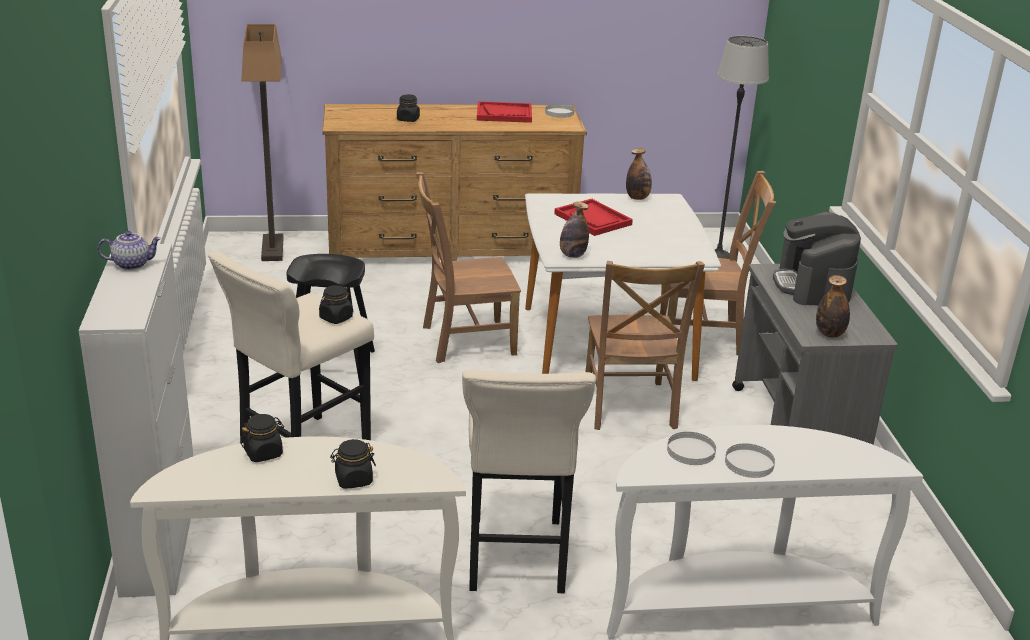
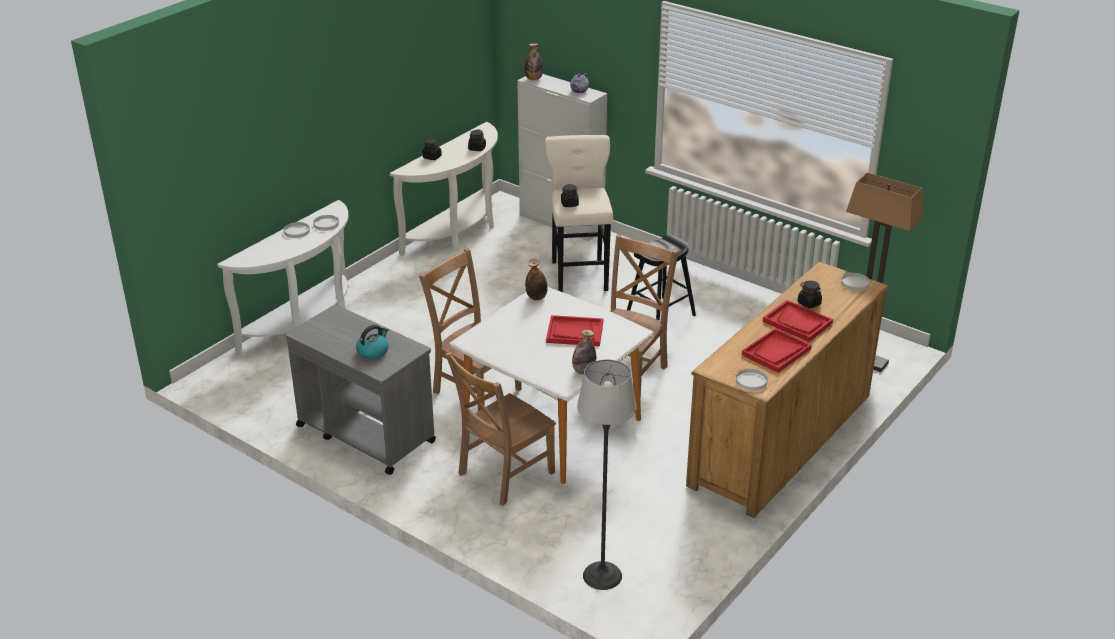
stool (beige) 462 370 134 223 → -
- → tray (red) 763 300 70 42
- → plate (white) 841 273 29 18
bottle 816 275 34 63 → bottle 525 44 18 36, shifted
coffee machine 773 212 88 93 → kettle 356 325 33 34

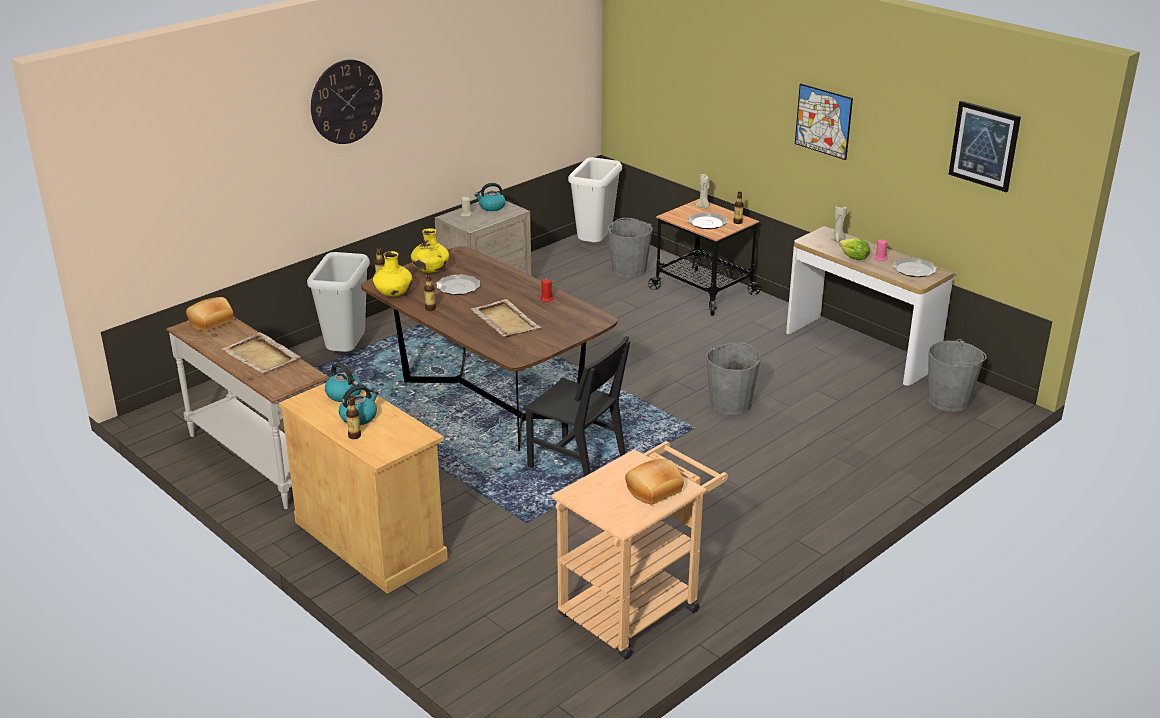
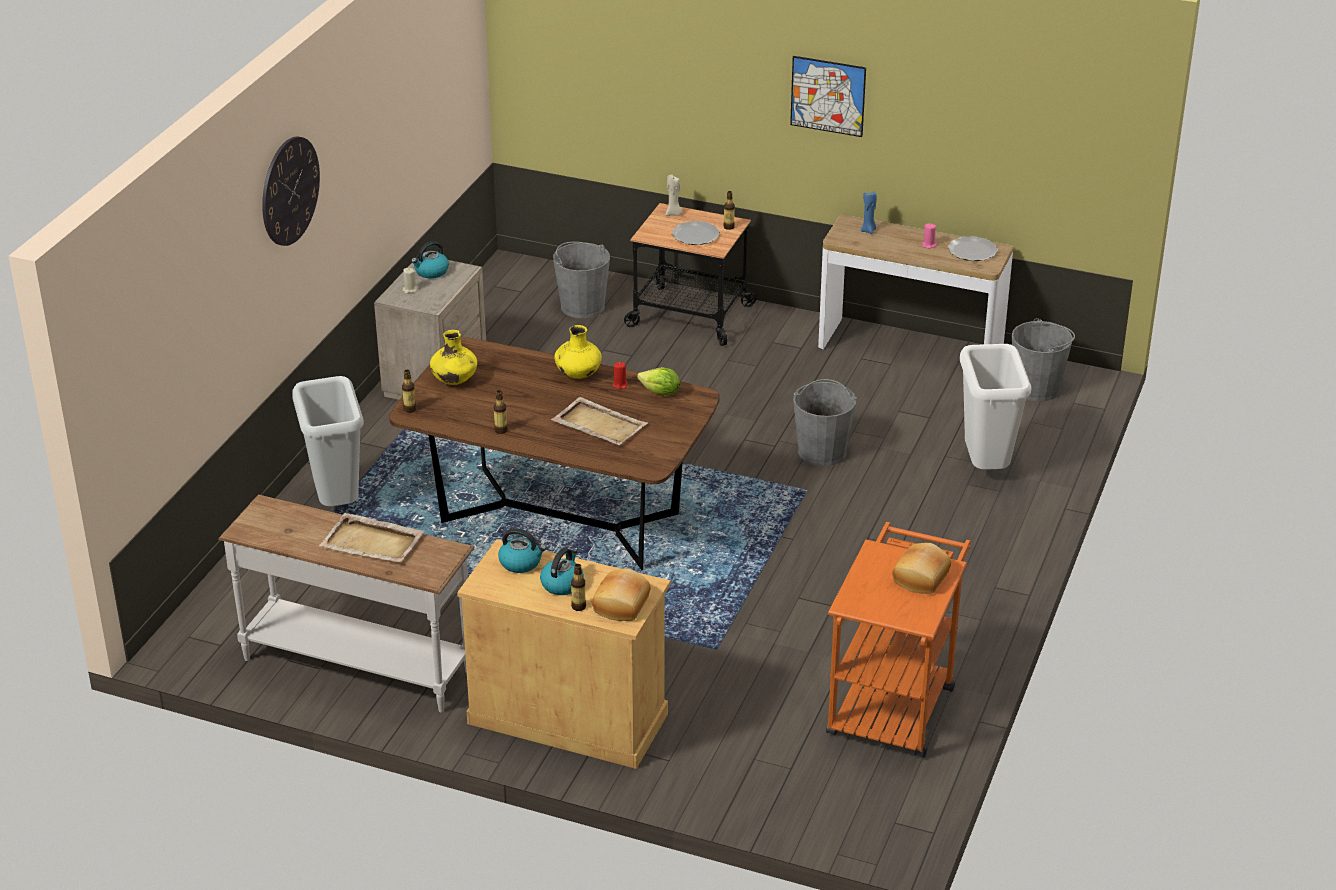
plate 436 274 44 21 → -
chair (black) 523 336 107 141 → -
picture 949 101 72 91 → -
bread 186 297 48 34 → bread 592 568 59 53, shifted
vase (yellow) 373 251 40 46 → vase (yellow) 554 325 48 54, shifted
trash can (white) 568 157 54 86 → trash can (white) 960 344 71 126, shifted
lettuce 839 238 31 22 → lettuce 637 367 43 29, shifted
cart (beige) 551 441 177 218 → cart (orange) 826 522 145 236
candle (beige) 831 206 16 37 → candle (blue) 861 191 16 43

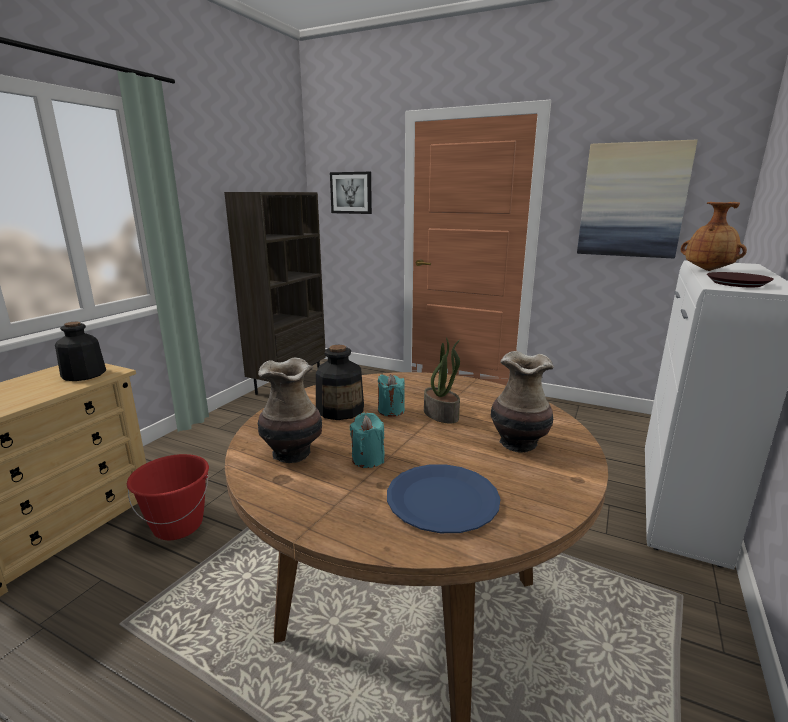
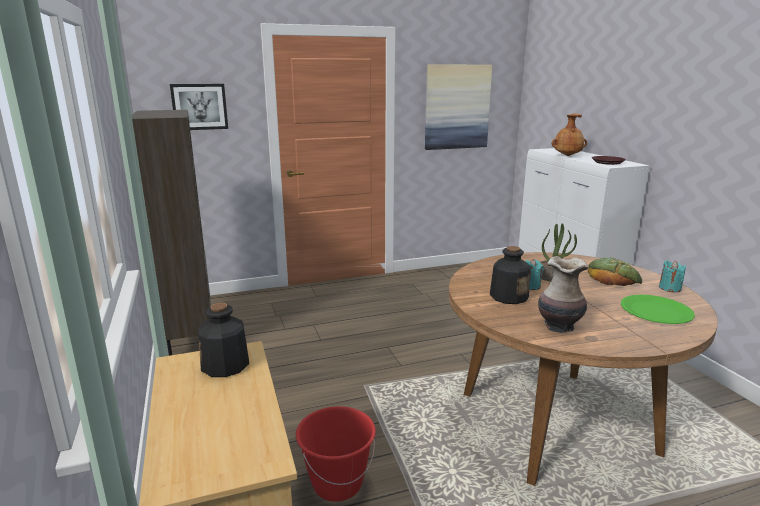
candle (turquoise) 350 412 35 56 → candle (turquoise) 659 260 27 32, shifted
vase 491 351 63 102 → bread 588 257 54 29
plate (blue) 387 464 114 69 → plate (green) 621 294 74 30

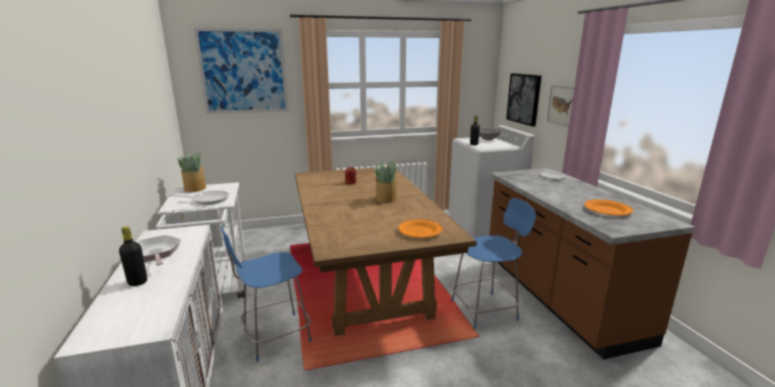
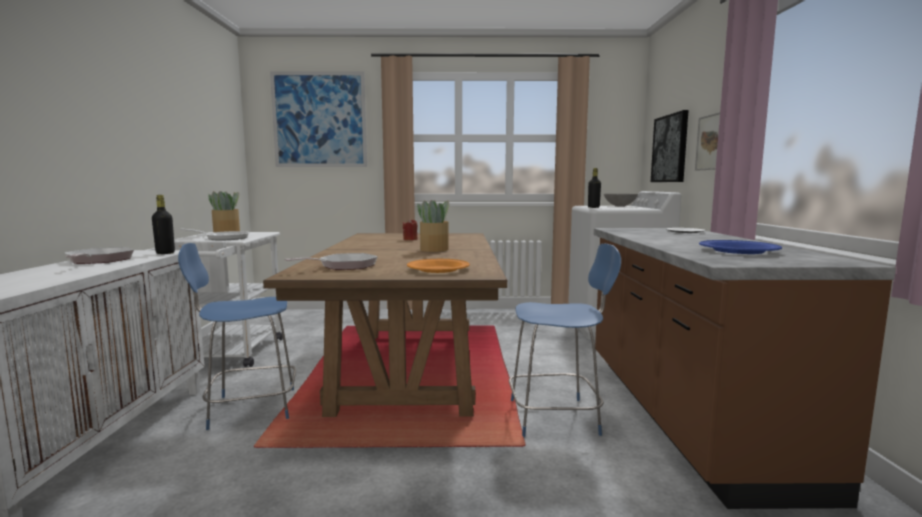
- → frying pan 284 253 94 17
bottle (black) 119 226 28 60 → bottle (black) 152 195 23 59, shifted
plate (orange) 584 199 49 17 → plate (blue) 699 240 83 14

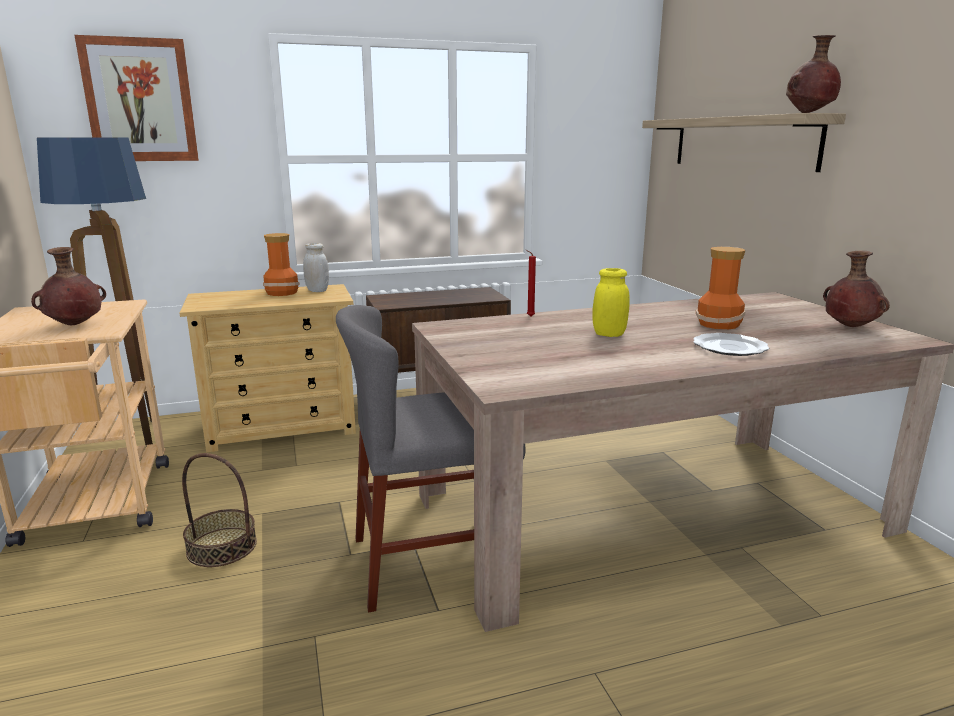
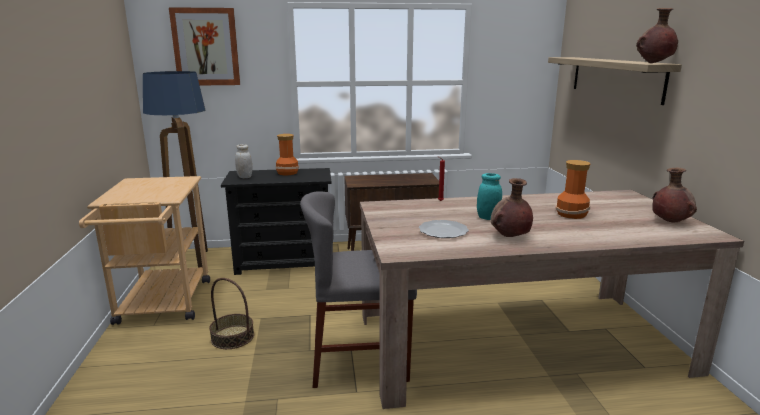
vase (brown) 31 247 75 78 → vase (brown) 491 178 42 59, shifted
jar (white) 303 243 26 49 → jar (white) 235 144 18 34, shifted
plate 693 333 76 23 → plate 419 220 50 18, shifted
dresser (beige) 180 284 176 169 → dresser (black) 221 168 111 107
jar (yellow) 592 268 38 69 → jar (turquoise) 477 173 25 47

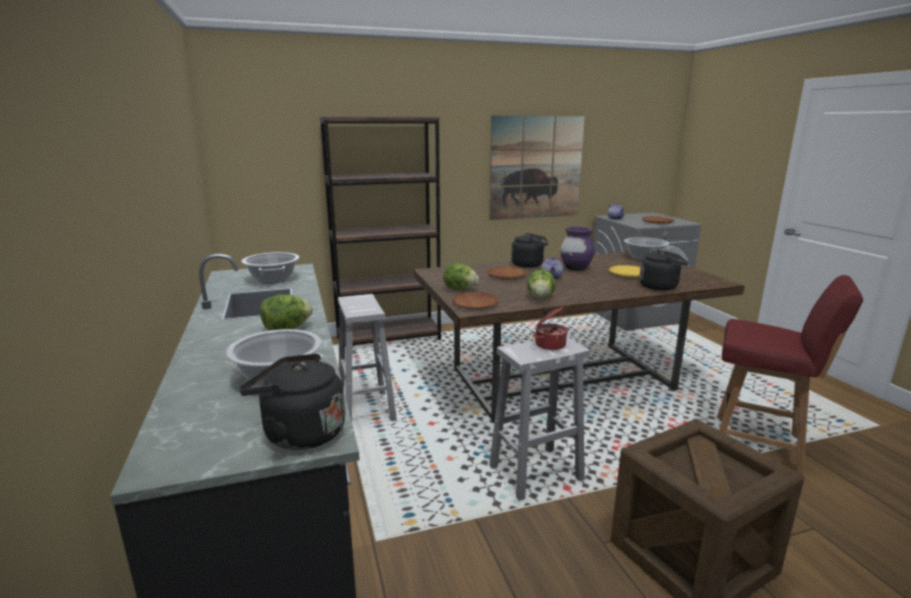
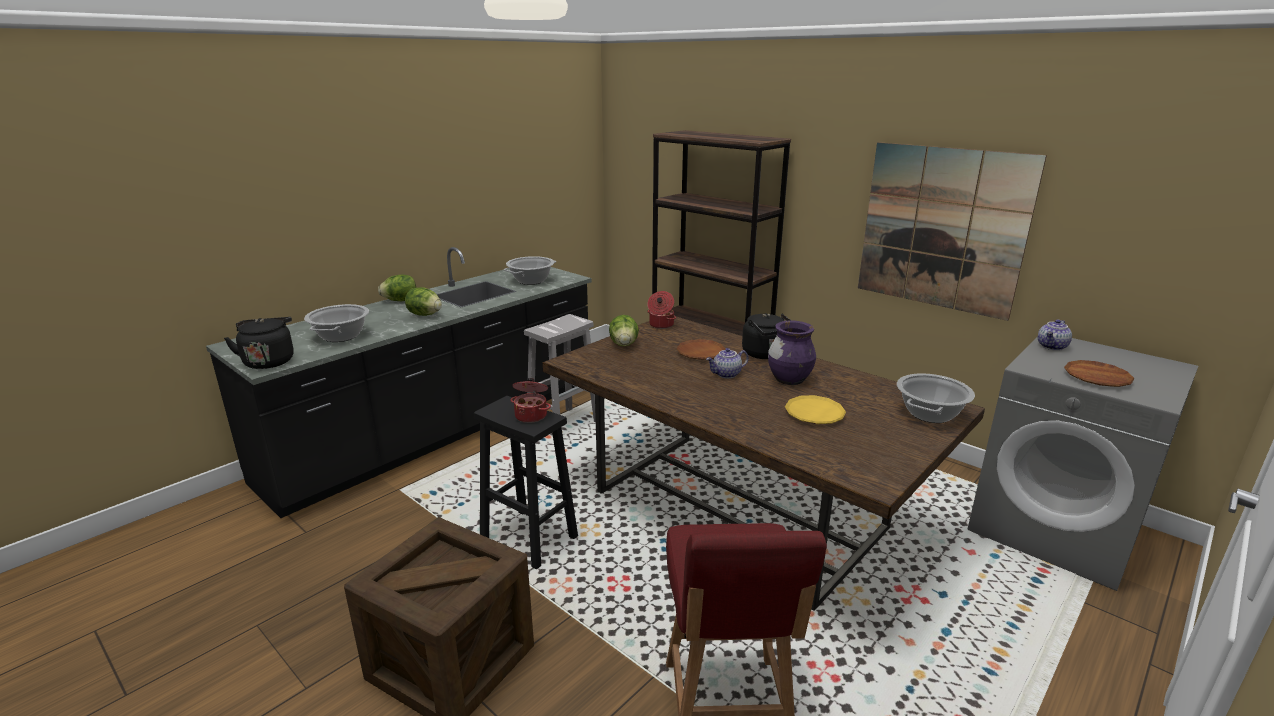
plate (brown) 452 292 47 17 → -
kettle (black) 639 250 50 40 → -
- → cooking pot 647 291 29 38
lettuce 527 269 29 30 → lettuce 378 275 38 26, shifted
stool (white) 489 337 101 164 → stool (black) 474 396 104 174

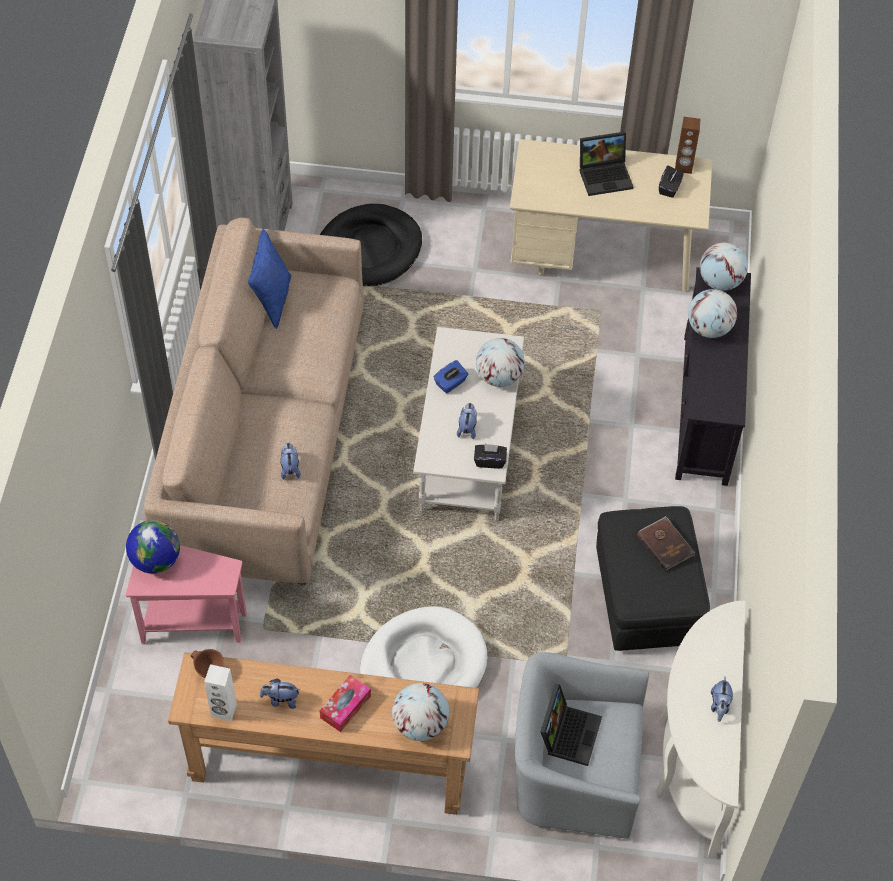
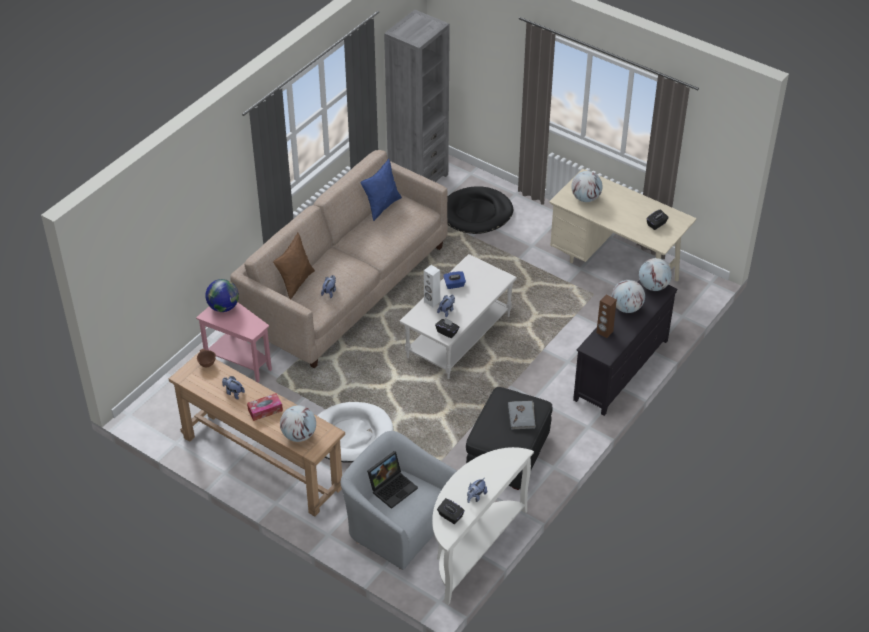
laptop 579 132 54 64 → -
- → pillow (brown) 273 233 42 66
- → tissue box (black) 437 498 28 26
speaker (white) 204 664 33 57 → speaker (white) 424 265 16 42, shifted
globe 476 338 49 49 → globe 571 171 32 31, shifted
speaker (brown) 675 117 25 57 → speaker (brown) 596 294 21 44, shifted
book (brown) 637 516 58 56 → book (grey) 508 401 28 29

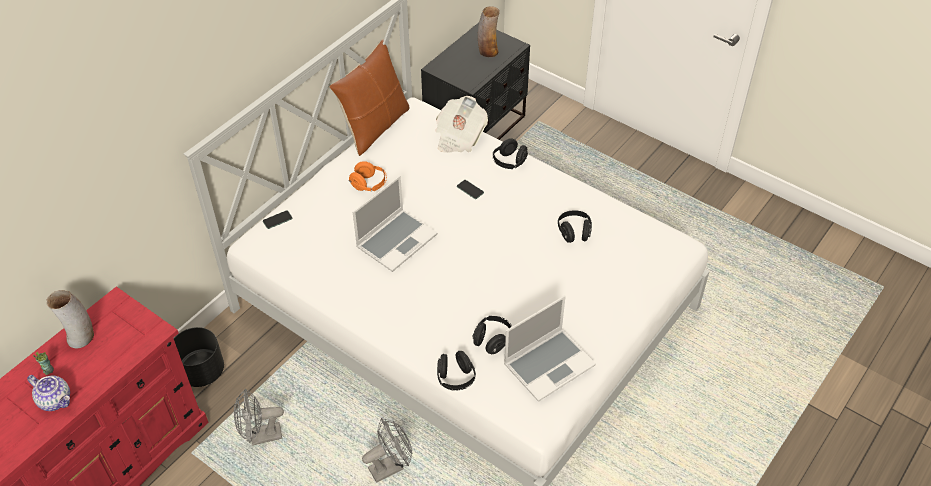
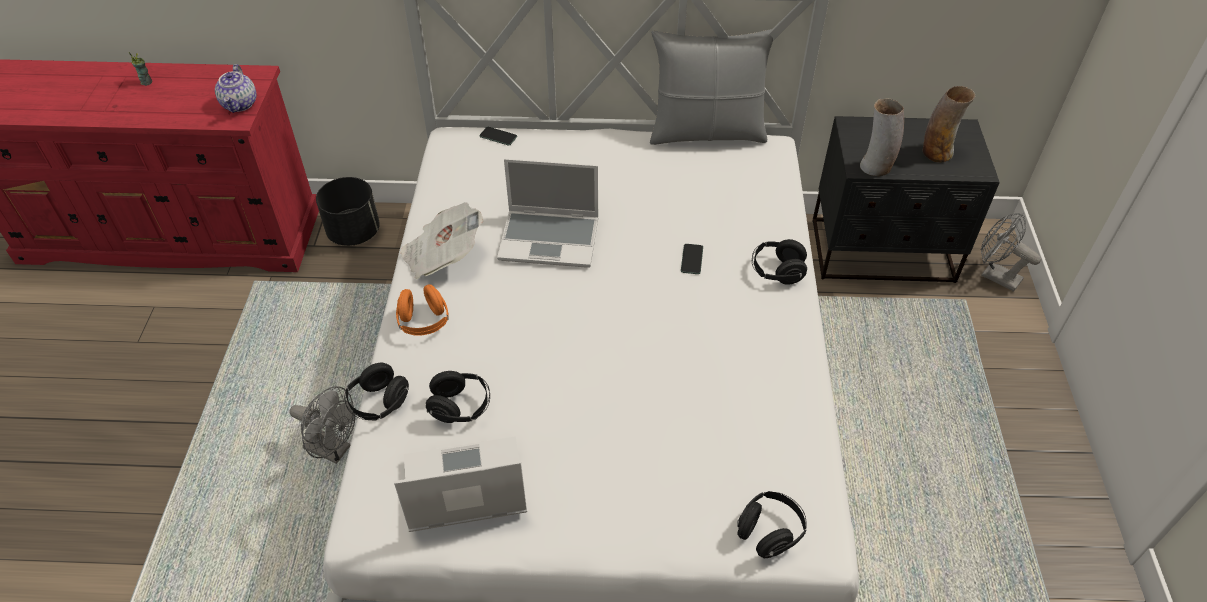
teapot 27 375 43 36 → teapot 215 64 42 49, shifted
vase 47 290 47 58 → vase 860 98 44 78, shifted
fan (grey) 234 389 50 57 → fan (grey) 981 213 60 79, shifted
headphones (orange) 349 161 38 30 → headphones (orange) 396 285 53 51, shifted
newspaper 435 96 53 57 → newspaper 400 202 83 77, shifted
headphones (black) 558 210 34 33 → headphones (black) 737 491 70 67, shifted
pillow (brown) 329 39 81 117 → pillow (grey) 650 29 123 116
laptop 504 295 92 107 → laptop 394 436 133 96, 150 degrees clockwise

